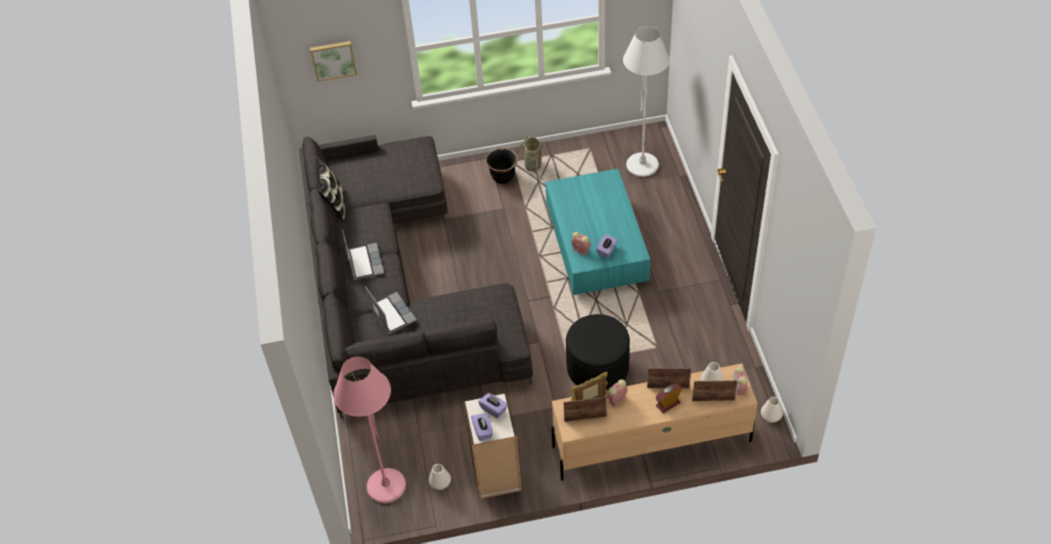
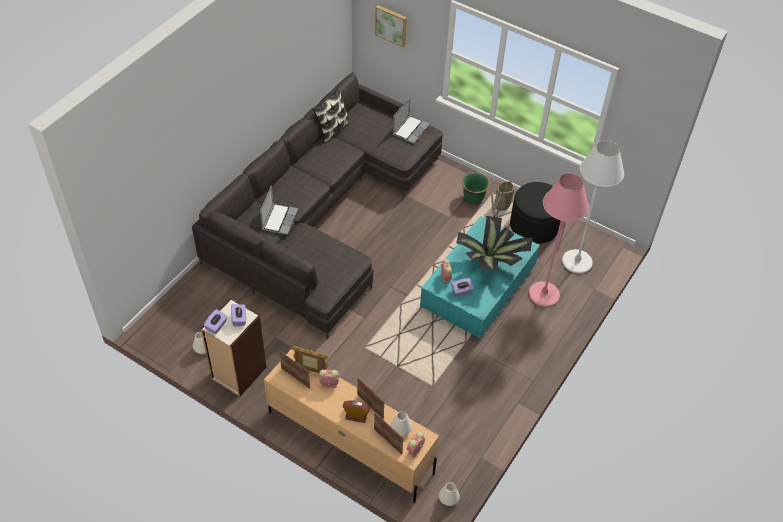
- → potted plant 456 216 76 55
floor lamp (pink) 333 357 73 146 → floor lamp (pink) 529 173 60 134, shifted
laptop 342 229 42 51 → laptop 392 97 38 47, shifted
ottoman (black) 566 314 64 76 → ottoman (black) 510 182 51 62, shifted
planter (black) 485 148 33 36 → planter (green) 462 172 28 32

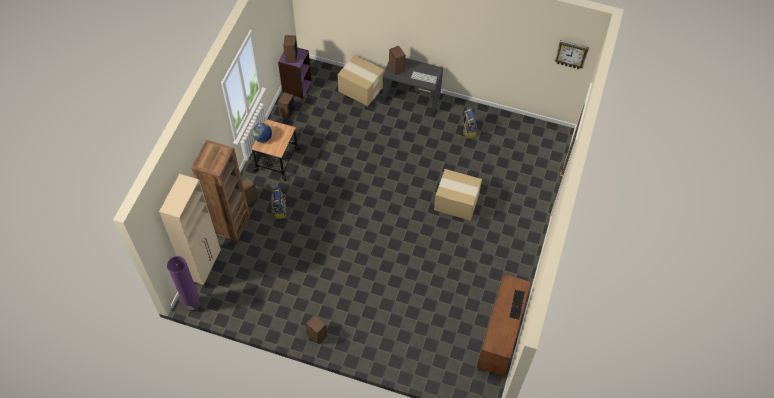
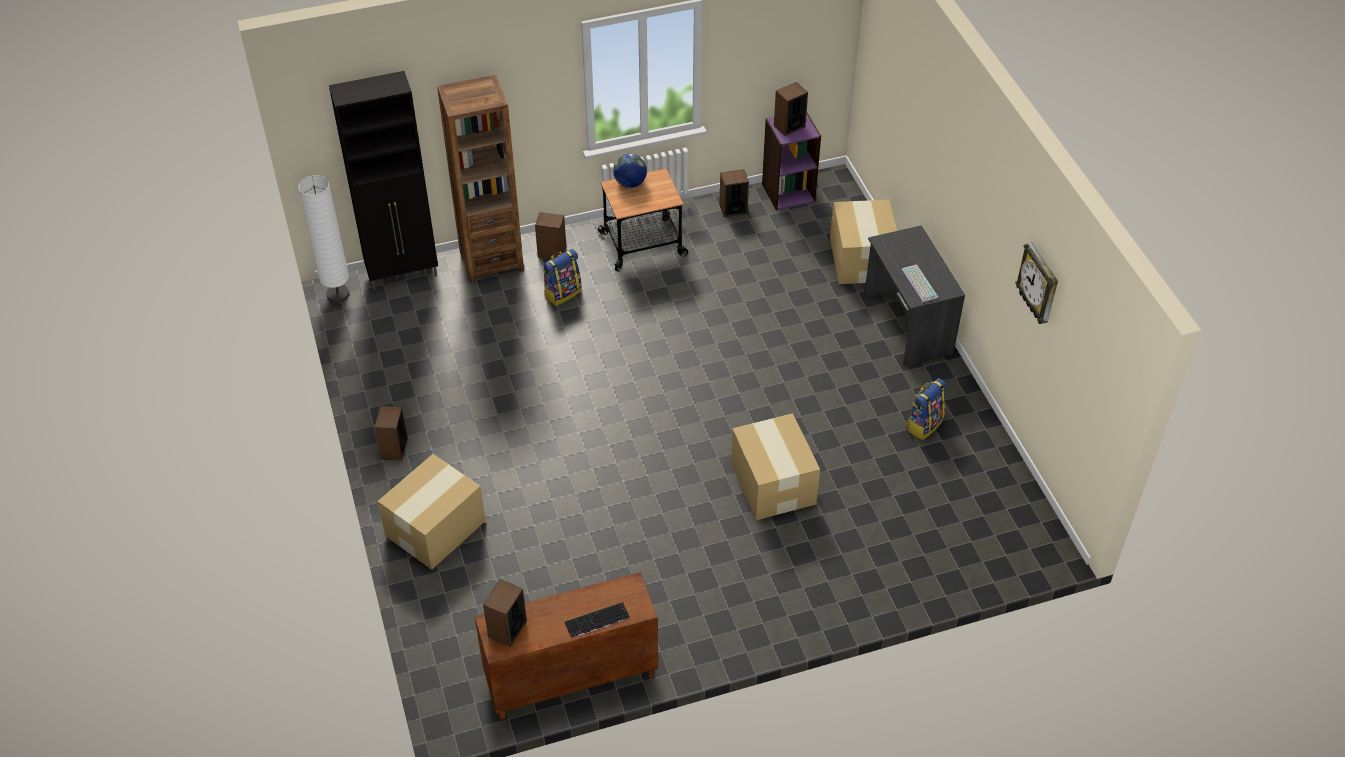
- → cardboard box 377 454 109 116
speaker 389 46 17 29 → speaker 483 579 44 68, shifted
wall clock 555 40 34 29 → wall clock 1015 242 43 82, shifted
cabinet (beige) 159 174 62 113 → cabinet (black) 329 71 109 219
floor lamp (purple) 167 256 33 55 → floor lamp (white) 298 175 51 128

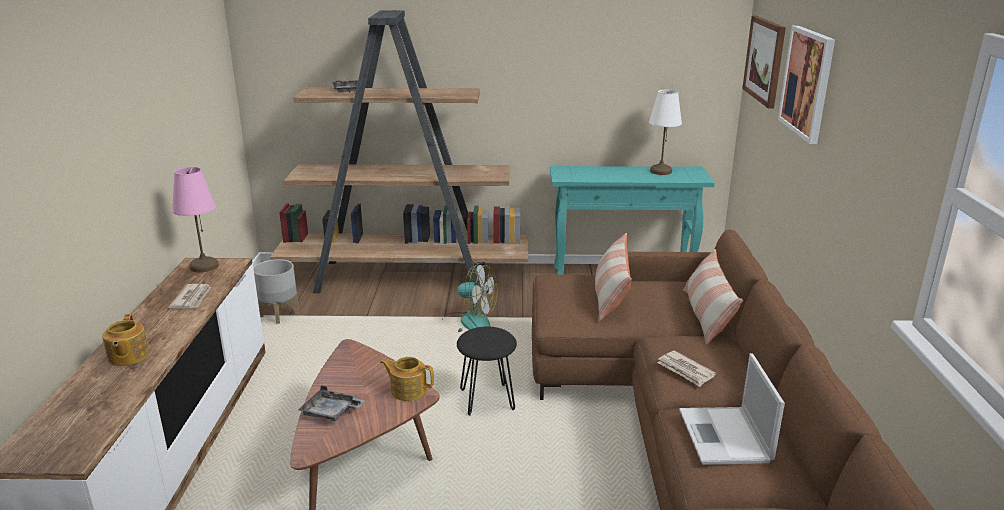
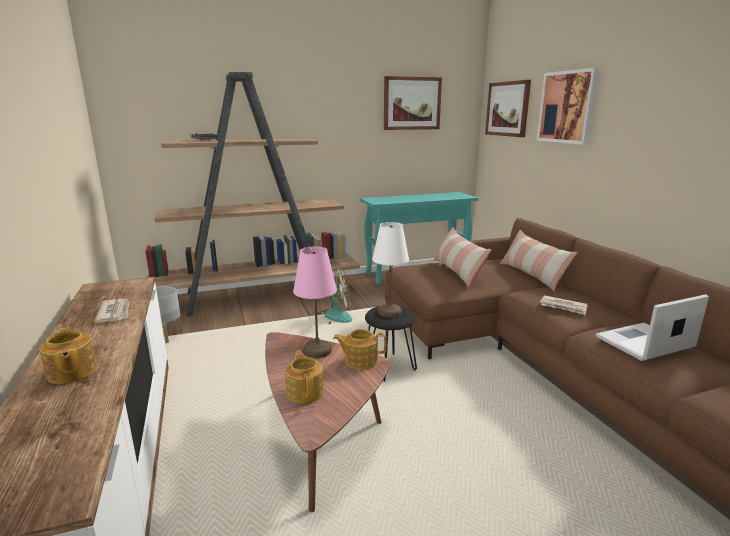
- → picture 384 76 58 54
table lamp (pink) 172 167 47 106 → table lamp (pink) 293 246 44 112, shifted
table lamp (white) 649 90 33 85 → table lamp (white) 372 222 37 96, shifted
tray (grey) 299 385 66 36 → teapot 285 350 39 54
laptop 679 353 106 112 → laptop 596 294 113 67, 90 degrees clockwise

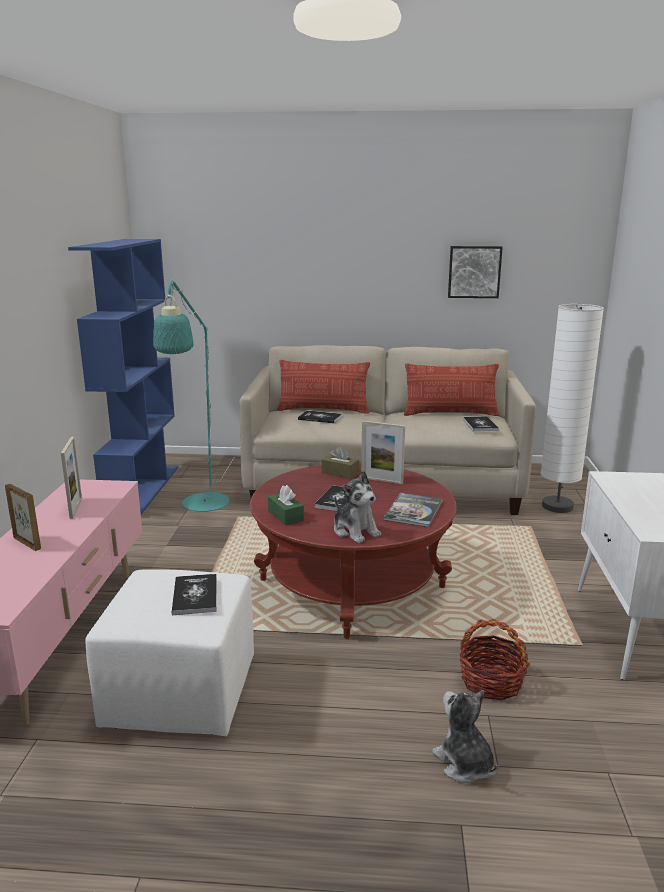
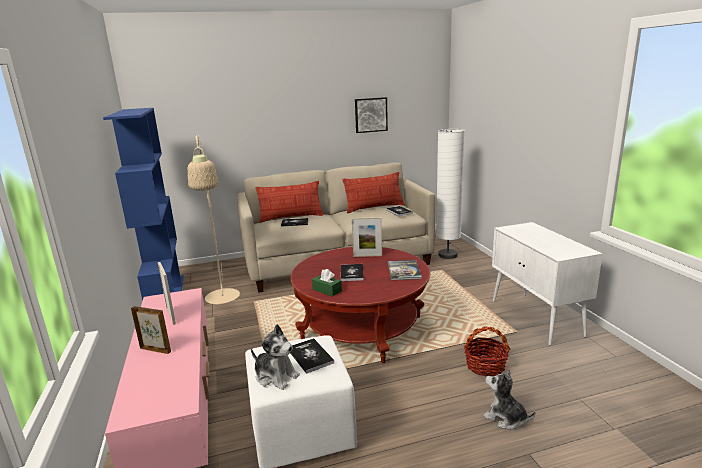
tissue box (brown) 322 446 37 33 → -
plush toy 334 471 47 72 → plush toy 251 324 49 66, shifted
floor lamp (turquoise) 153 278 81 234 → floor lamp (beige) 188 135 52 169

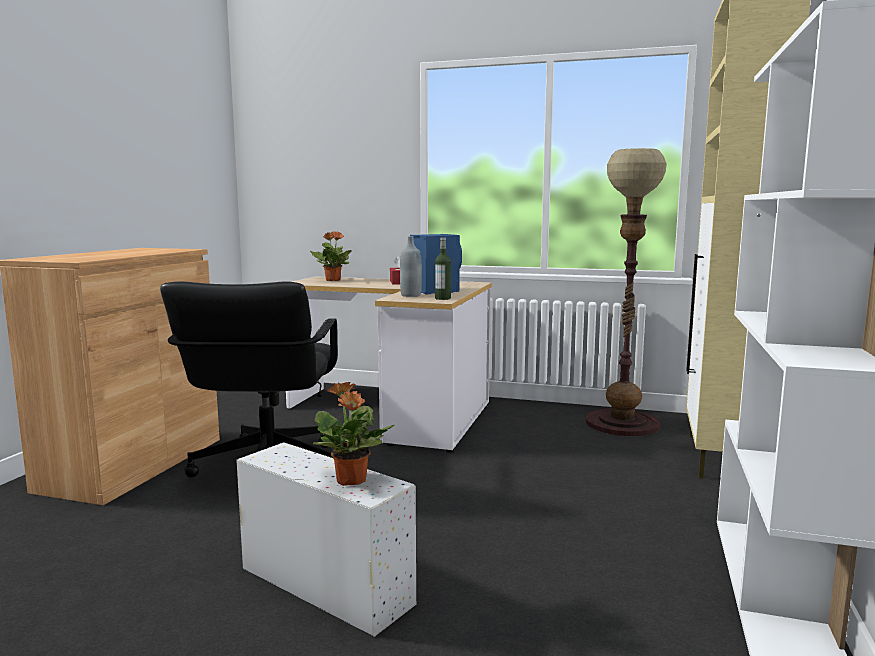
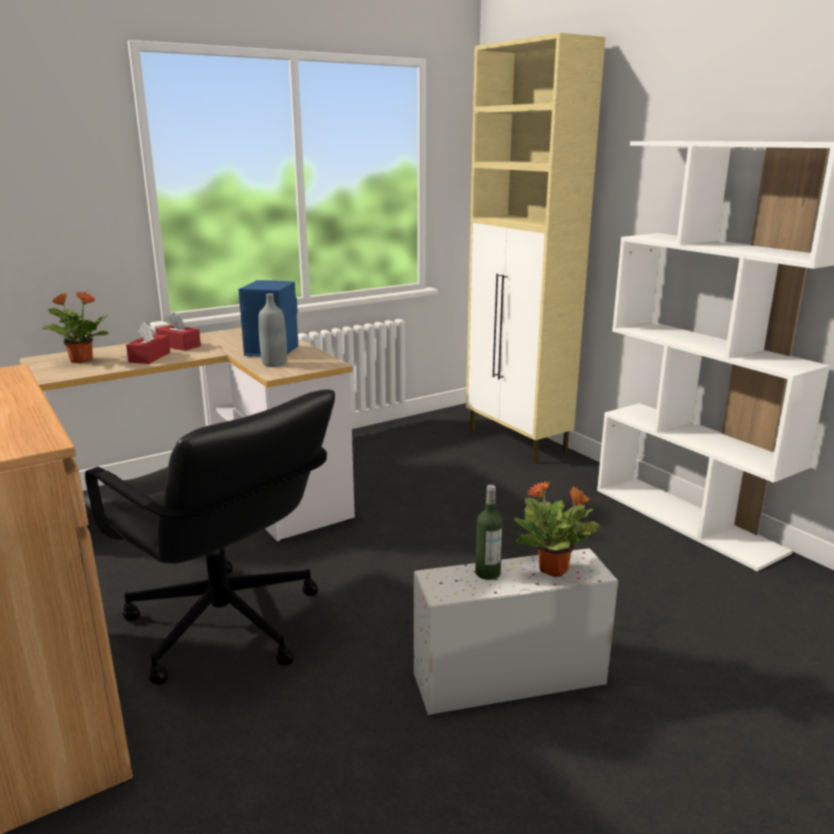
floor lamp 585 148 82 288 → -
- → tissue box (red) 126 322 44 42
bottle 435 237 16 63 → bottle 475 485 28 95, shifted

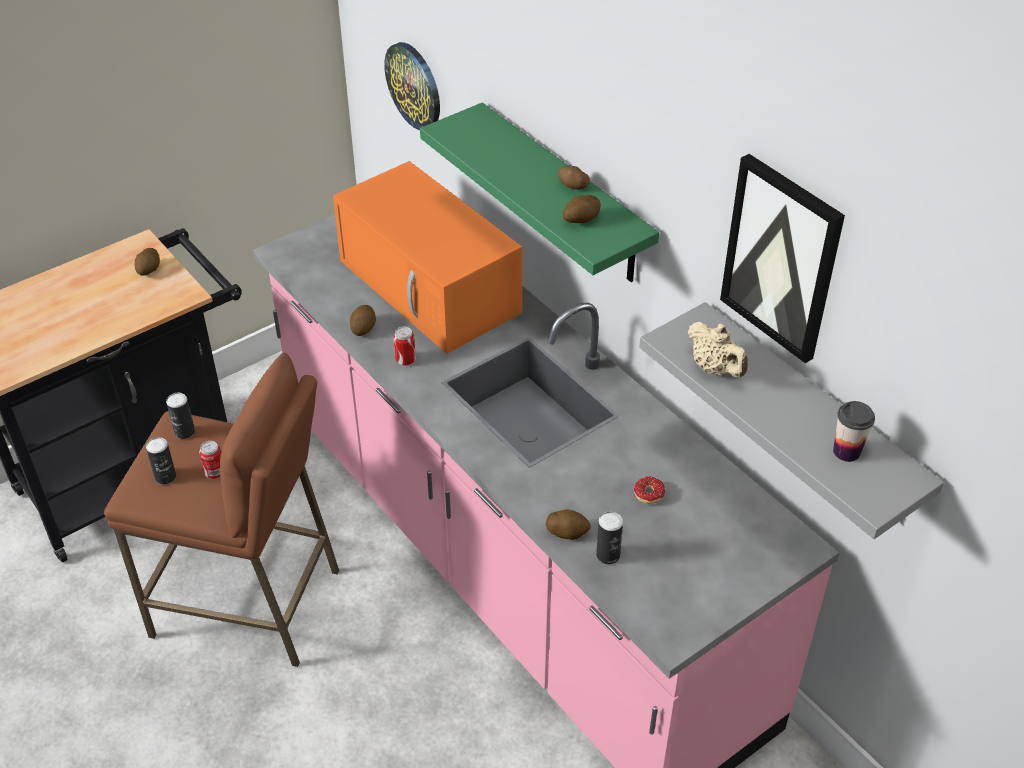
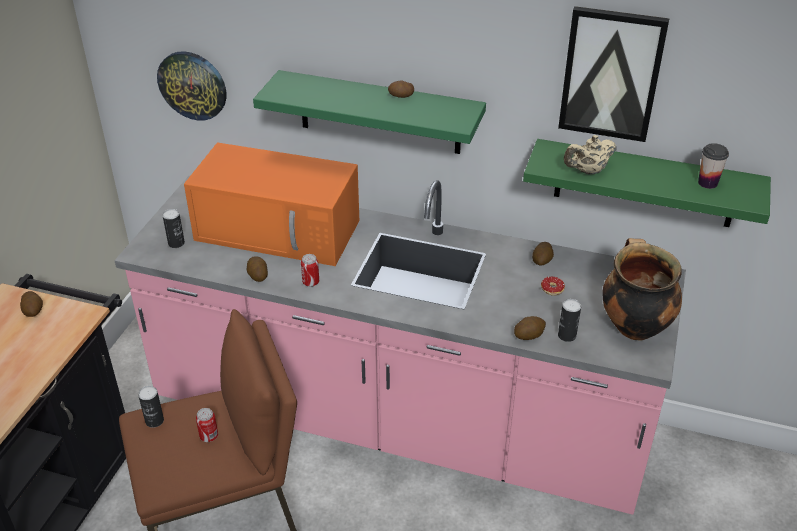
- → cooking pot 602 238 80 103
can 146 437 30 48 → can 162 209 23 39, shifted
potato 563 195 38 28 → potato 532 242 22 23, shifted
shelf (grey) 639 302 305 237 → shelf (green) 523 139 248 88
teapot (beige) 688 322 60 55 → teapot (beige) 564 135 53 39, 135 degrees clockwise

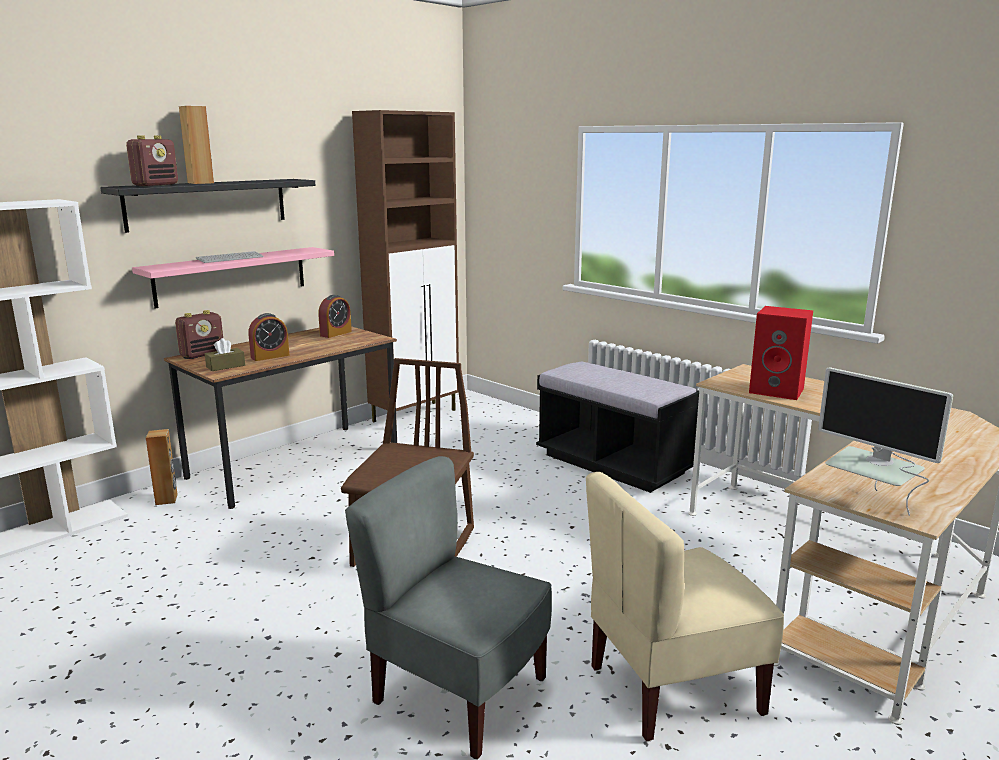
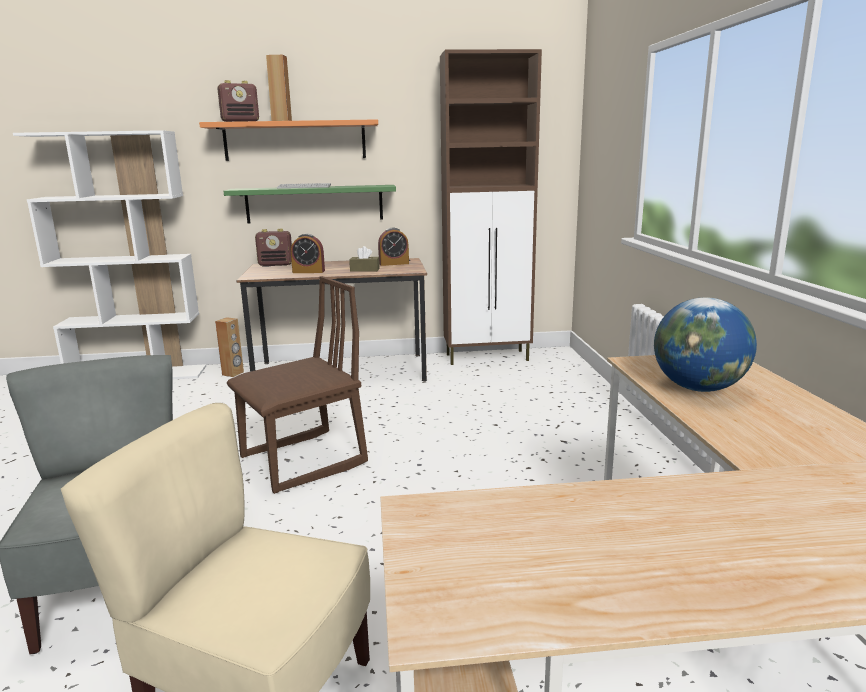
bench (black) 536 362 163 131 → -
monitor 818 367 135 149 → -
tissue box (brown) 205 338 40 33 → tissue box (brown) 349 246 31 26, shifted
speaker (red) 749 306 64 94 → globe 654 297 103 95
shelf (black) 100 179 216 54 → shelf (orange) 199 119 179 42
shelf (pink) 132 247 202 62 → shelf (green) 224 185 172 39

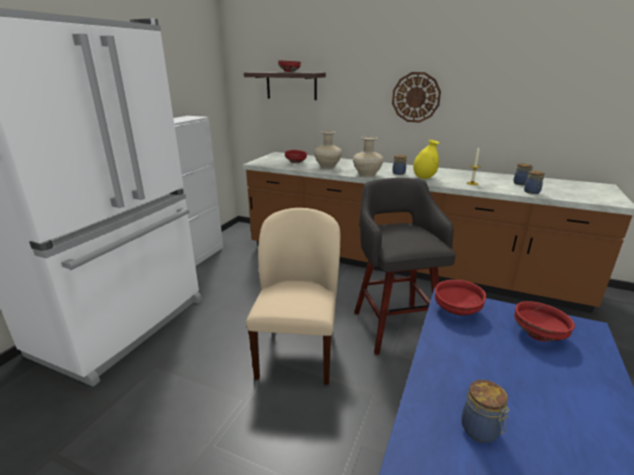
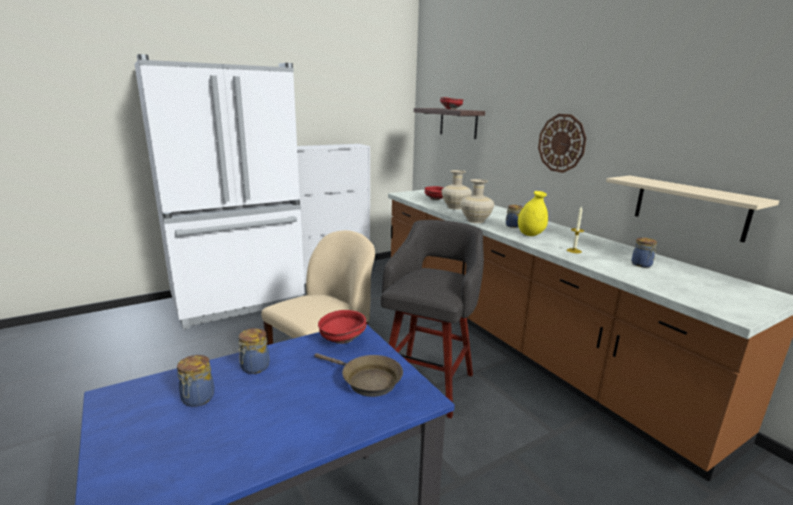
- → shelf (beige) 606 176 173 66
jar 524 170 21 24 → jar 238 328 31 46, shifted
bowl (red) 514 301 61 41 → frying pan (brown) 314 353 89 44

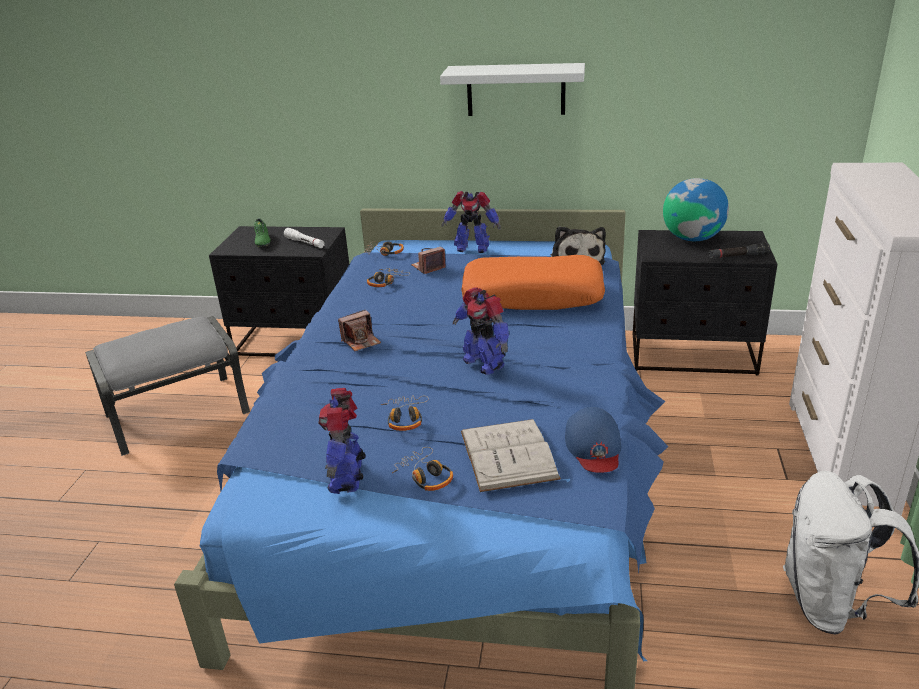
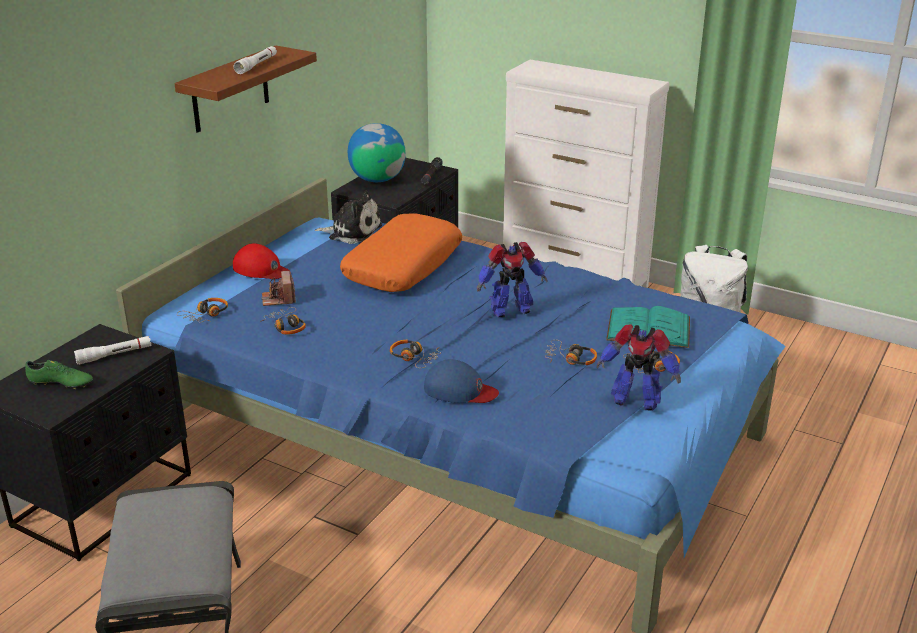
- → flashlight (white) 234 46 43 28
cap (blue) 565 407 56 66 → cap (blue) 424 359 75 44, shifted
photo camera 338 310 43 41 → headphones 390 340 51 28
toy robot 442 191 59 62 → cap (red) 233 243 57 36
shelf (white) 440 63 145 53 → shelf (brown) 174 46 143 87
book (white) 461 419 100 73 → book (turquoise) 606 306 84 42

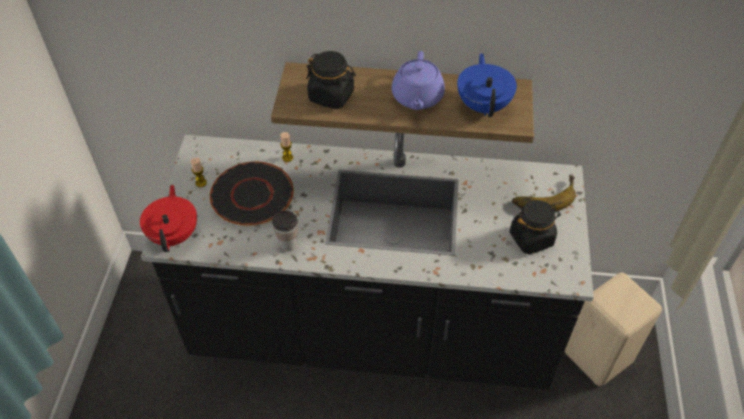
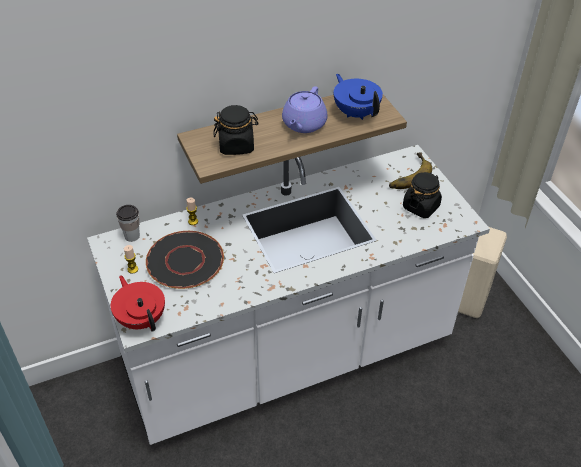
cup 272 211 26 40 → cup 116 205 24 37, shifted
counter (black) 141 133 453 257 → counter (white) 87 145 403 300
teapot (purple) 392 51 53 59 → teapot (purple) 282 86 46 47, 45 degrees clockwise

